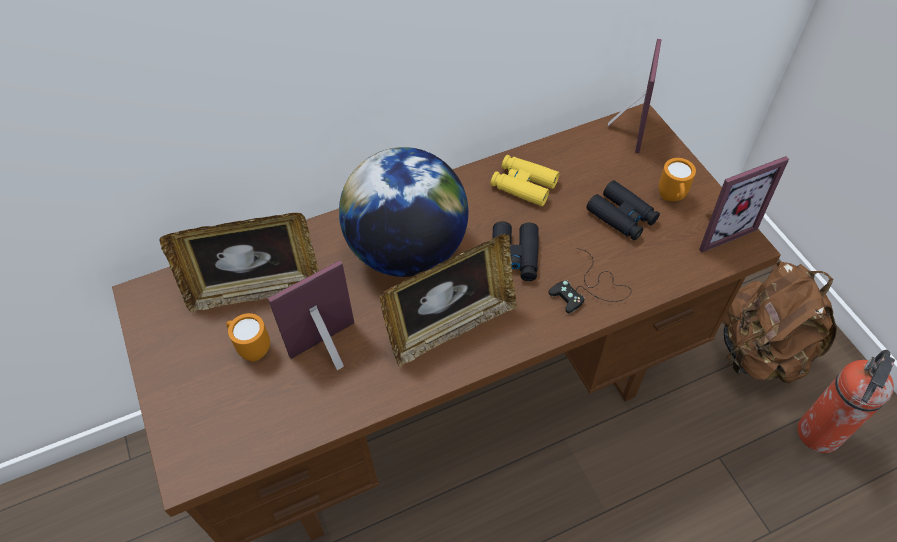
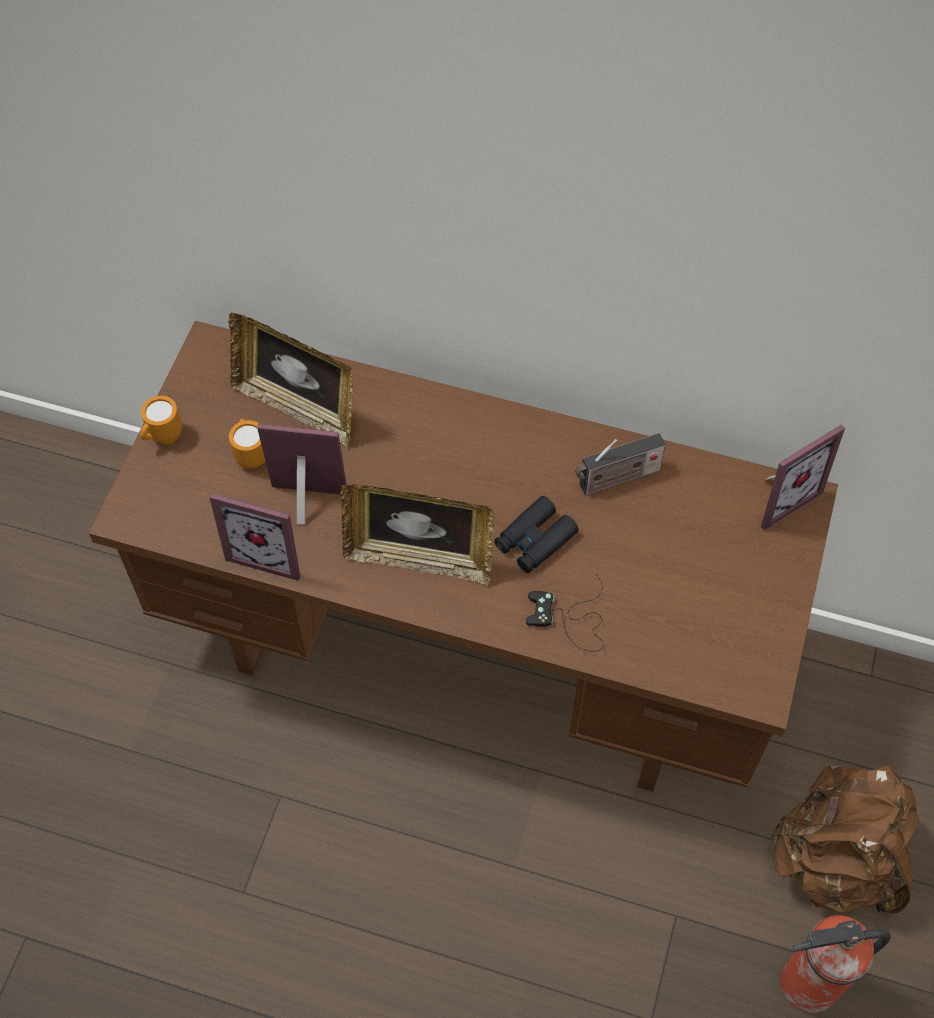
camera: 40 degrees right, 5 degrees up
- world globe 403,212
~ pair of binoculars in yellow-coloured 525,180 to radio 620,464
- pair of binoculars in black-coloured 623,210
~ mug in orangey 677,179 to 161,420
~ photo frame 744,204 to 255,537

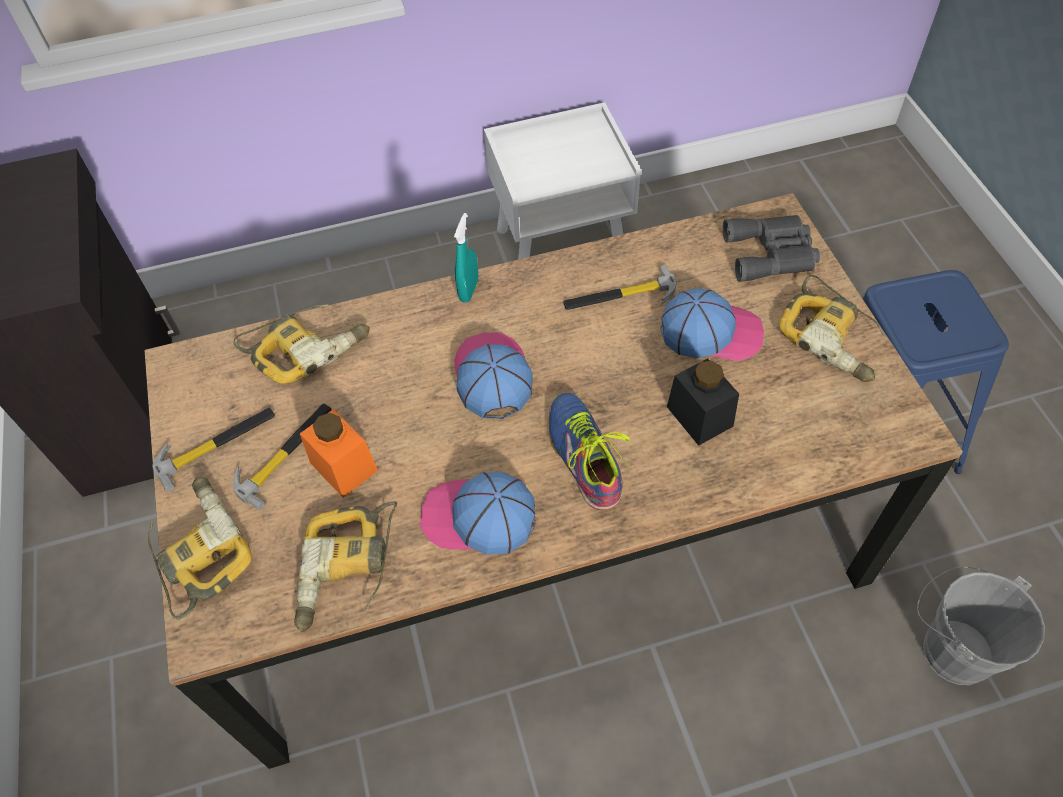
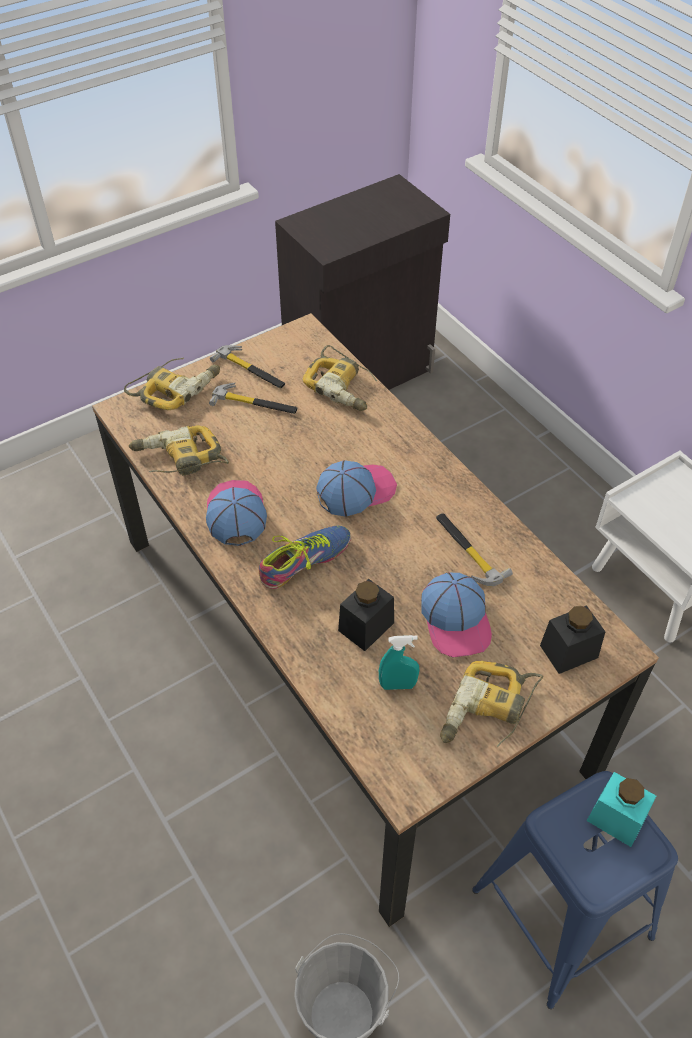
camera: 70 degrees right, 5 degrees down
- storage jar in orangey 339,453
~ hand sprayer in blue-green 466,258 to 399,662
~ pair of binoculars in gray 771,248 to storage jar in black-coloured 572,639
+ storage jar in blue-green 621,809

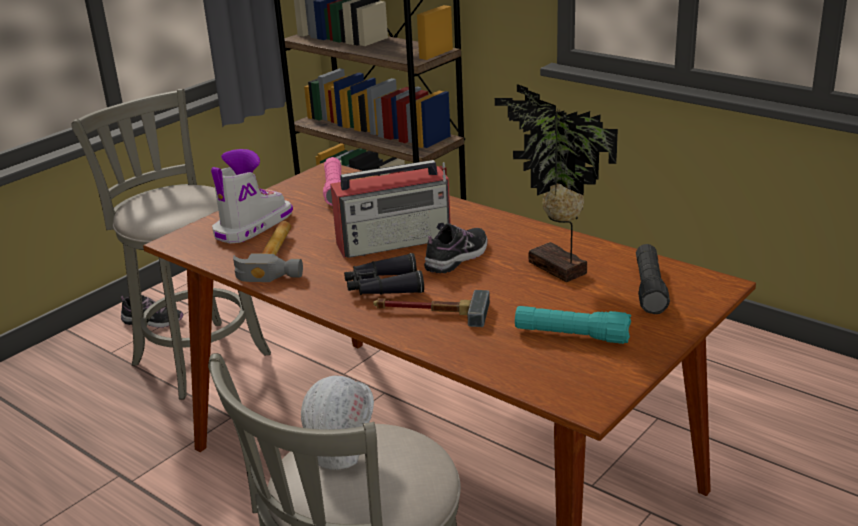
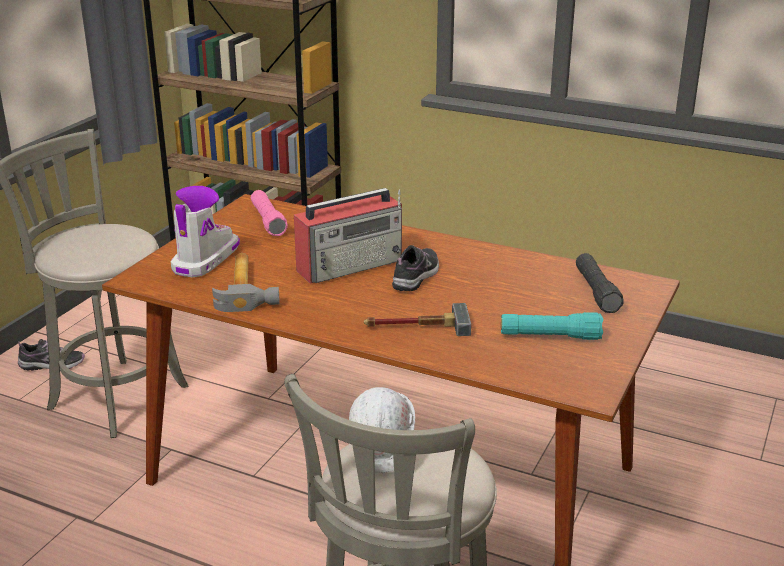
camera: 15 degrees left, 0 degrees up
- pair of binoculars in black-coloured 384,274
- potted plant 556,183

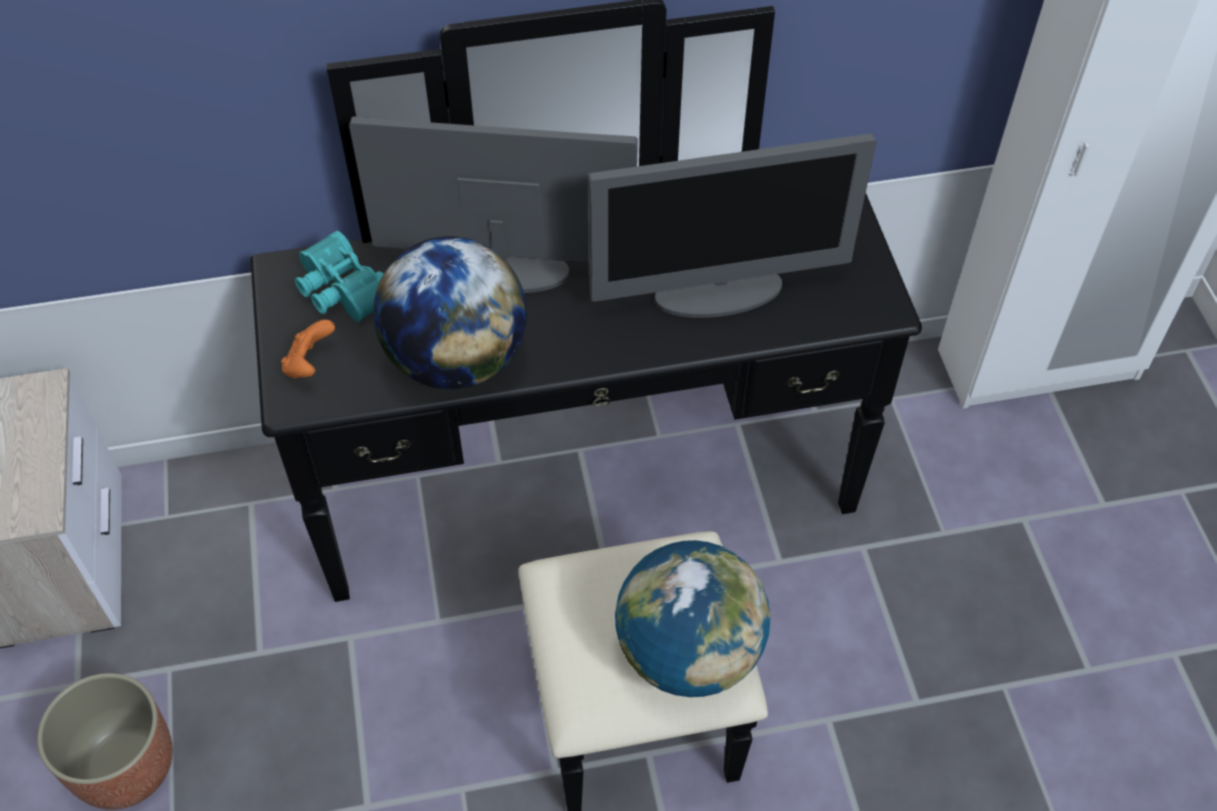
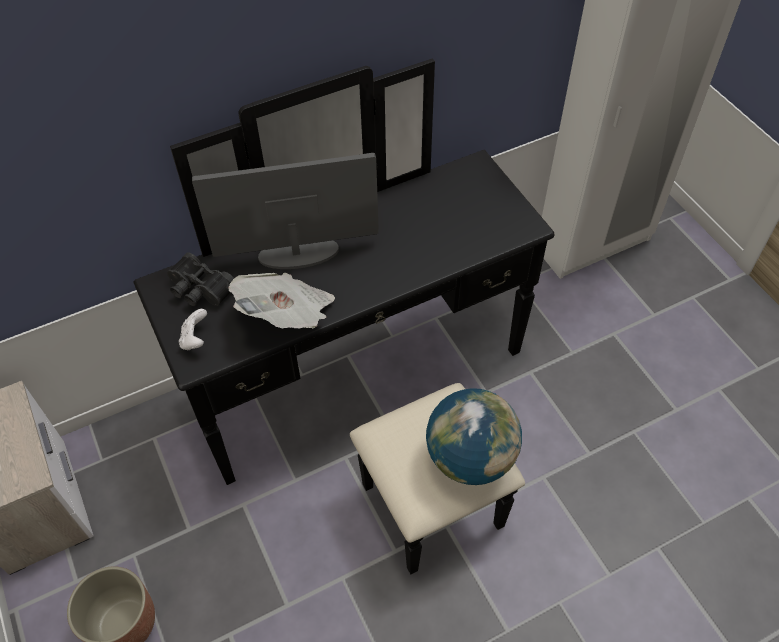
camera: 15 degrees left, 0 degrees up
~ gamepad in orangey 308,349 to gamepad in whitish 193,329
~ pair of binoculars in blue-green 339,276 to pair of binoculars in black-coloured 200,279
~ world globe 450,312 to printed paper 281,301
- computer screen 732,226

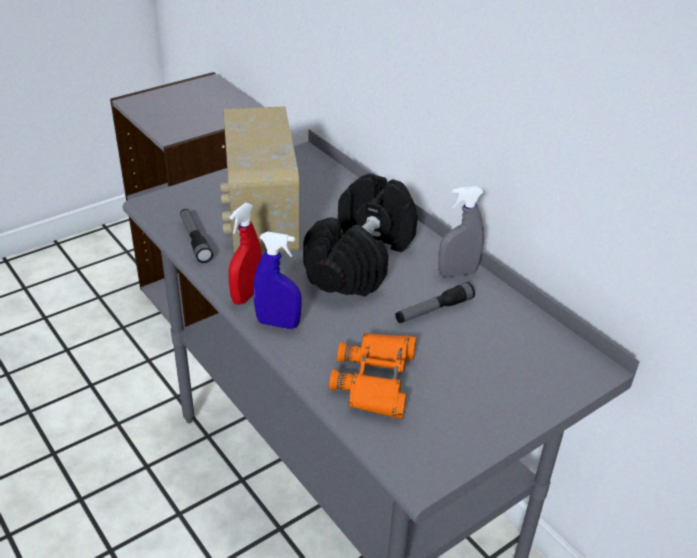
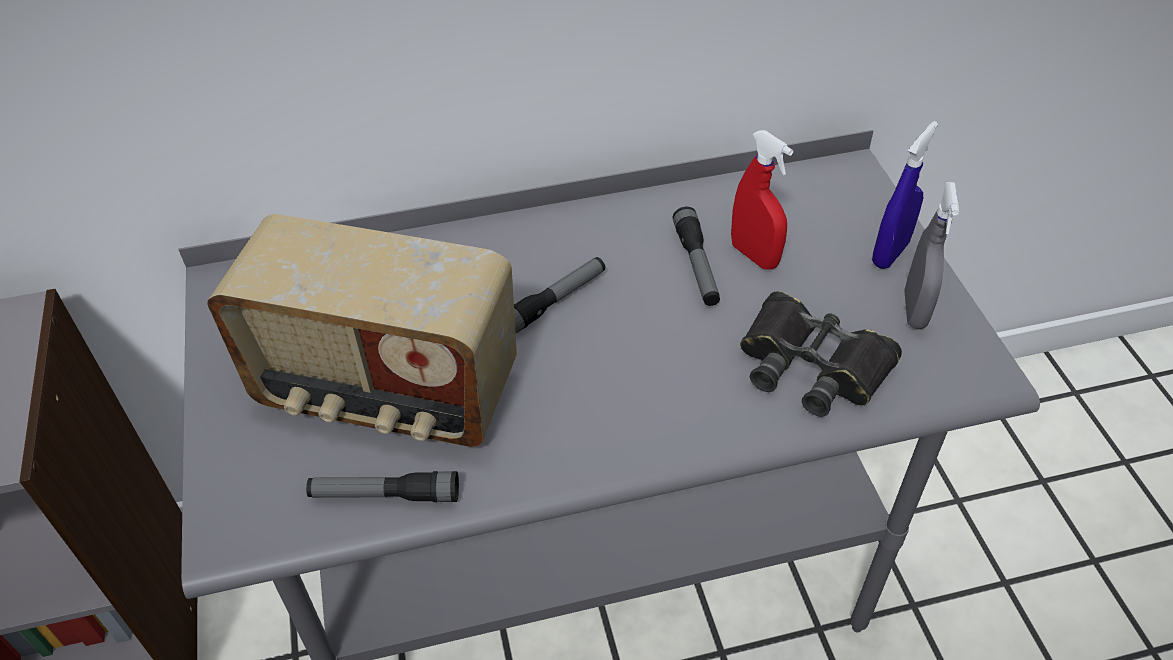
camera: 65 degrees left, 10 degrees up
~ hand sprayer in reddish 245,253 to 762,200
~ hand sprayer in blue 277,280 to 905,195
~ dumbbell in black-coloured 360,235 to flashlight 559,295
~ pair of binoculars in orangey 372,376 to pair of binoculars in black-coloured 821,354
~ hand sprayer in gray 461,231 to 932,255

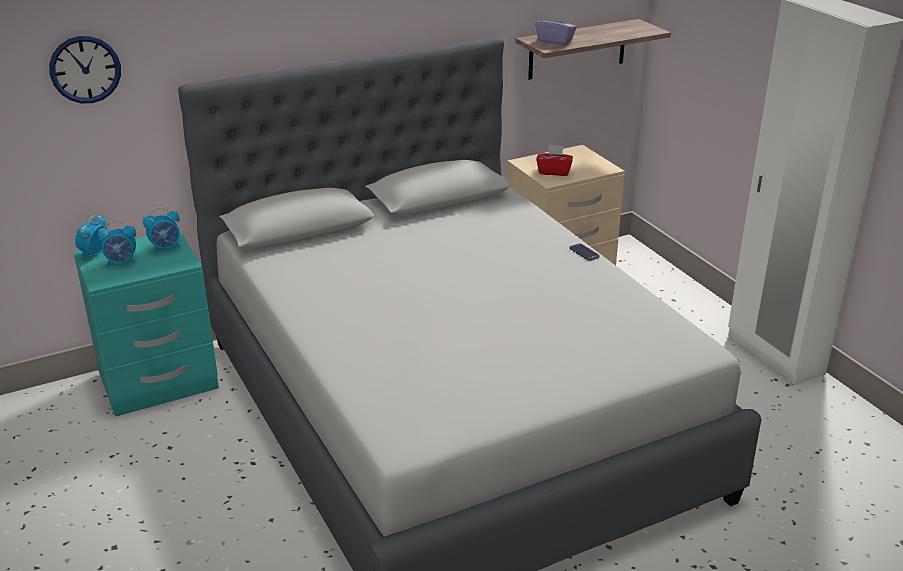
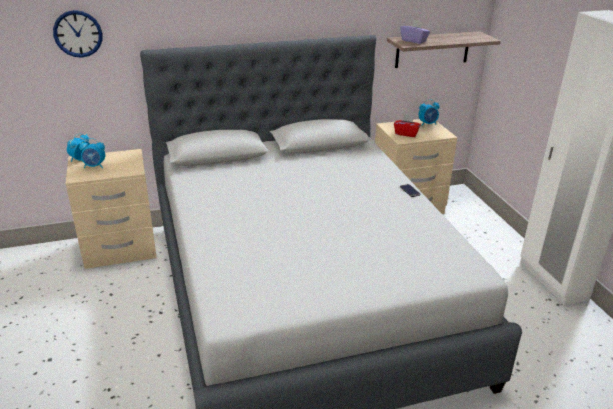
camera: 10 degrees right, 0 degrees up
~ night table in blue-green 146,323 to night table in beige-coloured 111,209
~ bedside clock 161,230 to 429,112

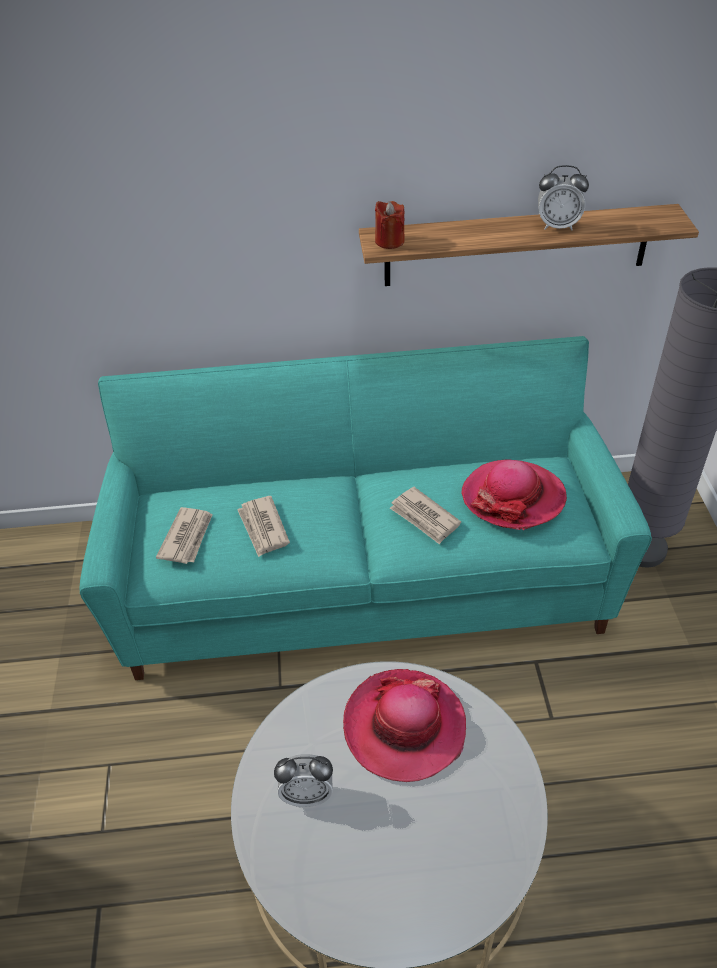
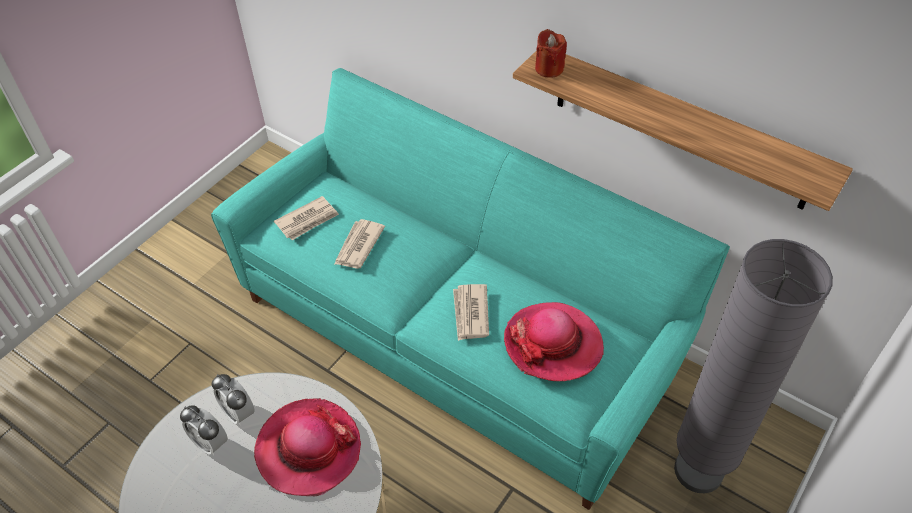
camera: 40 degrees right, 5 degrees up
~ bedside clock 563,197 to 233,399

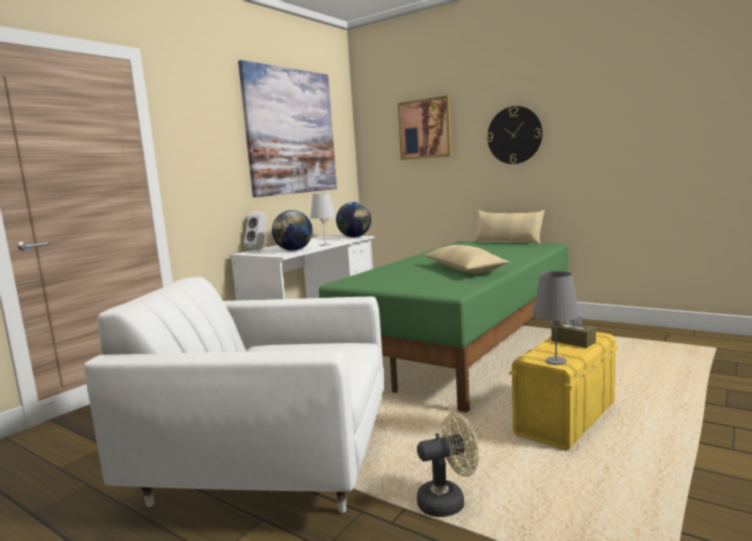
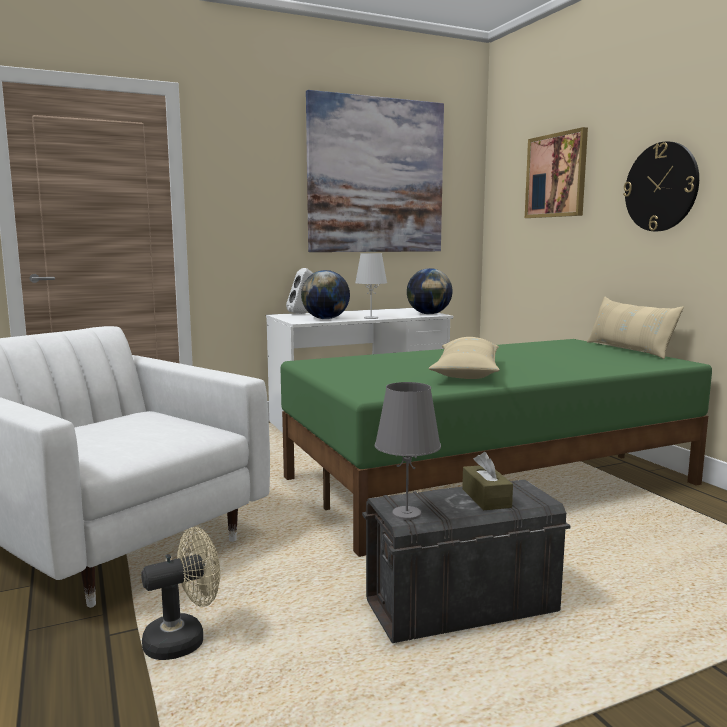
camera: 30 degrees right, 0 degrees up
~ cooling fan in beige-coloured 448,464 = 180,593 45 degrees counterclockwise
~ storage bin in yellow-coloured 564,391 to storage bin in gray 466,561

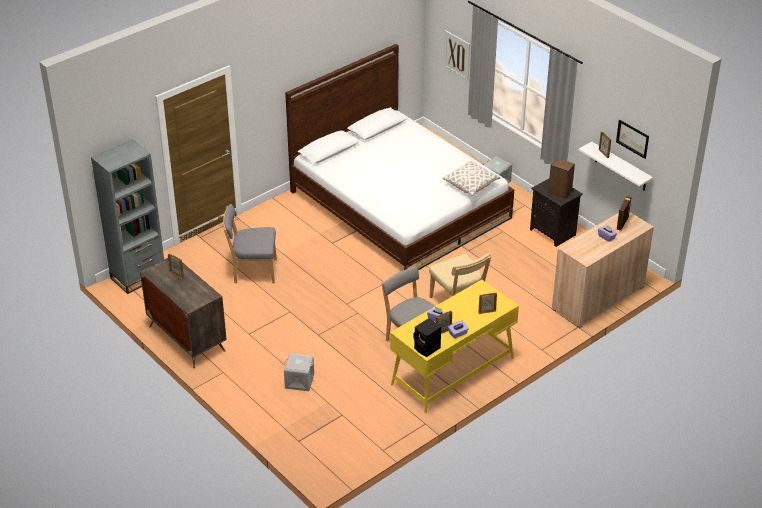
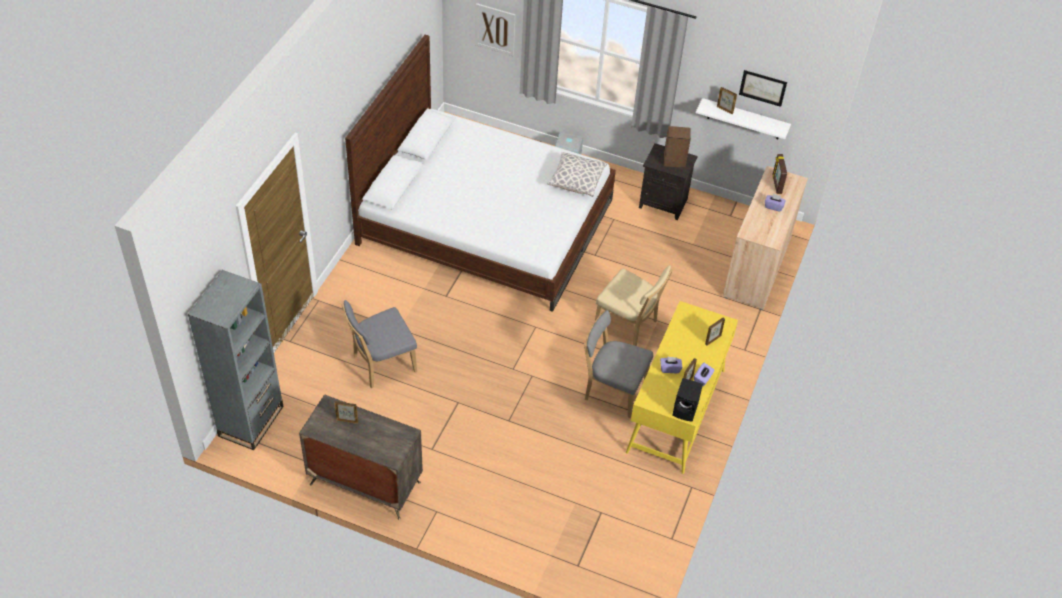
camera: 30 degrees left, 10 degrees up
- storage bin in gray 299,372

